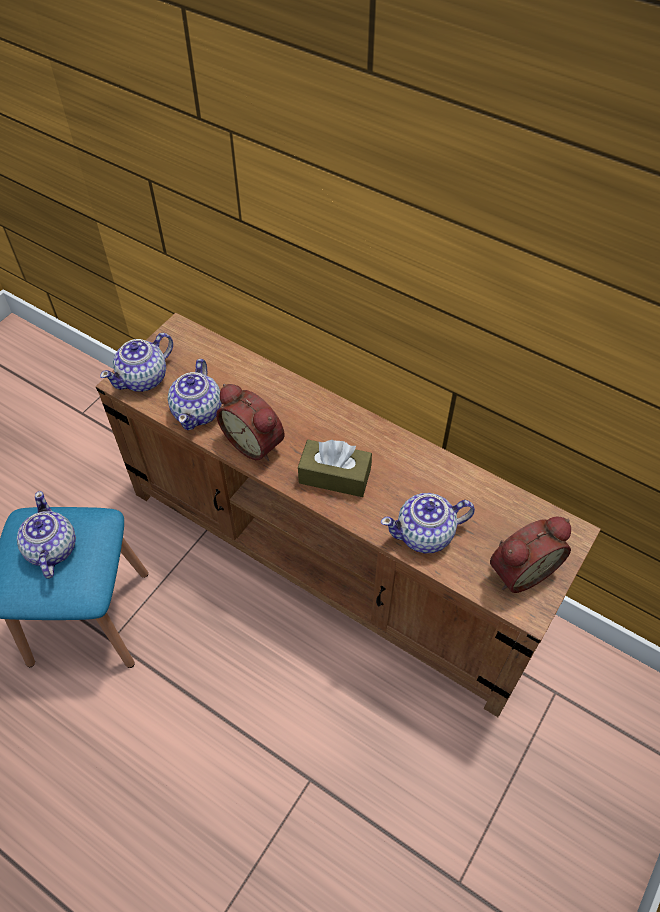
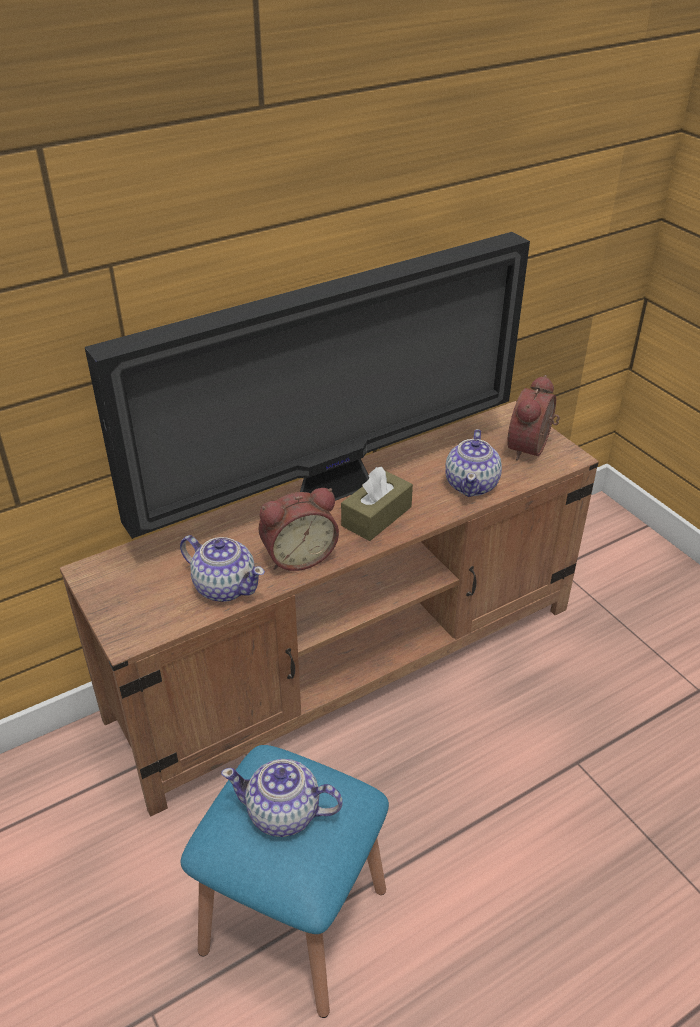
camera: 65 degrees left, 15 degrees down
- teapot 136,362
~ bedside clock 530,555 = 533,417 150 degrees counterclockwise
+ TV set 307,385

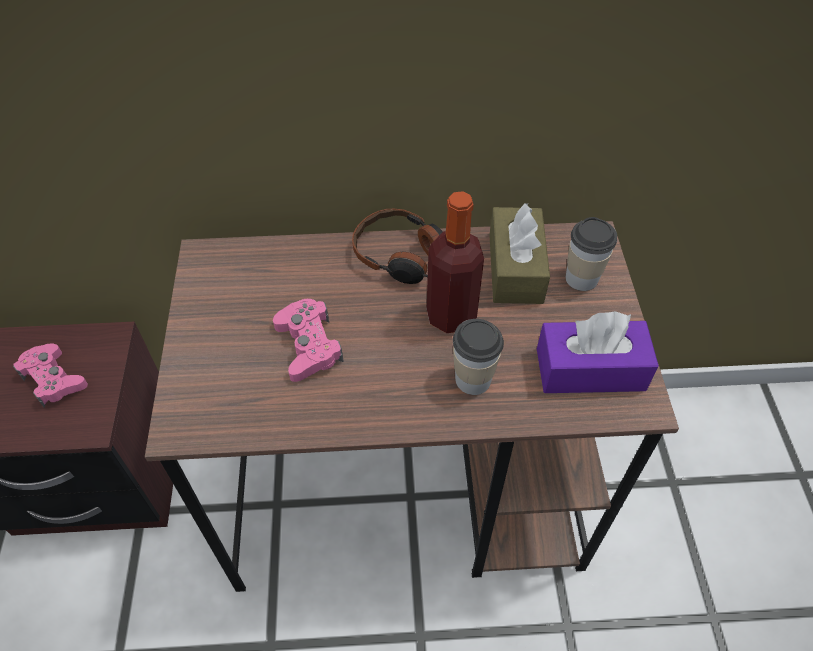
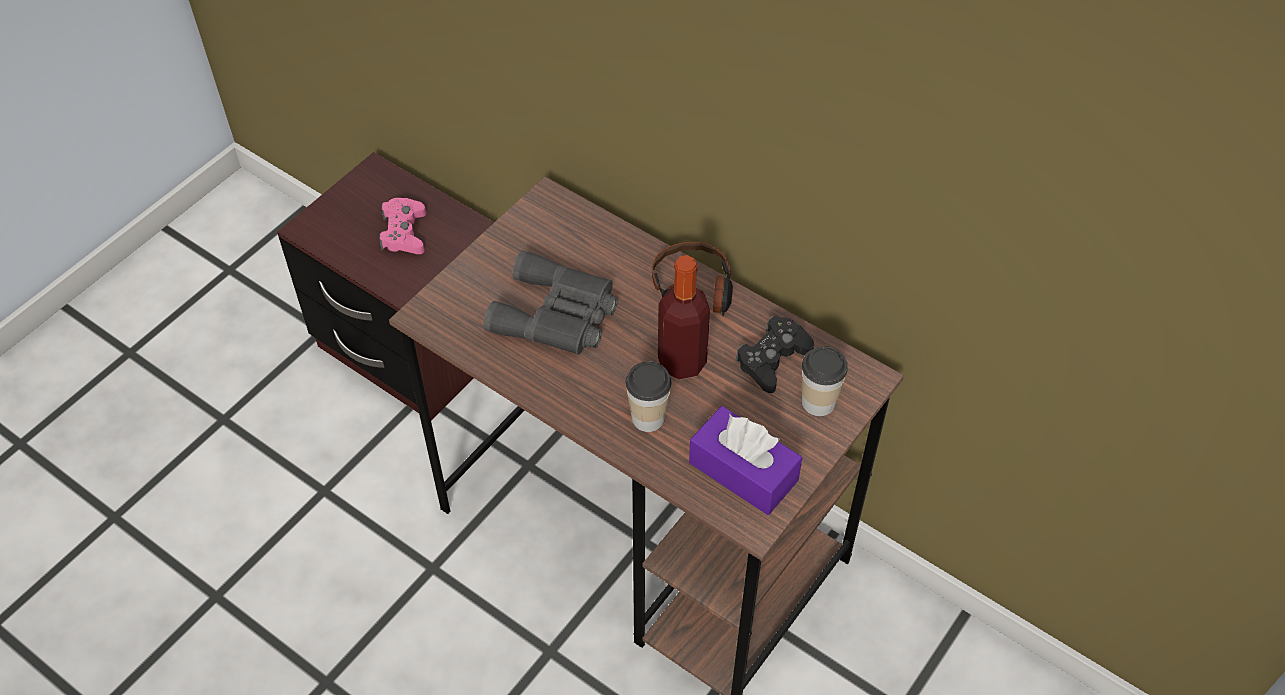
camera: 40 degrees right, 0 degrees up
~ gamepad in pink-coloured 308,340 to pair of binoculars in gray 551,302
~ box of tissues in brownish 519,253 to gamepad in black-coloured 775,354

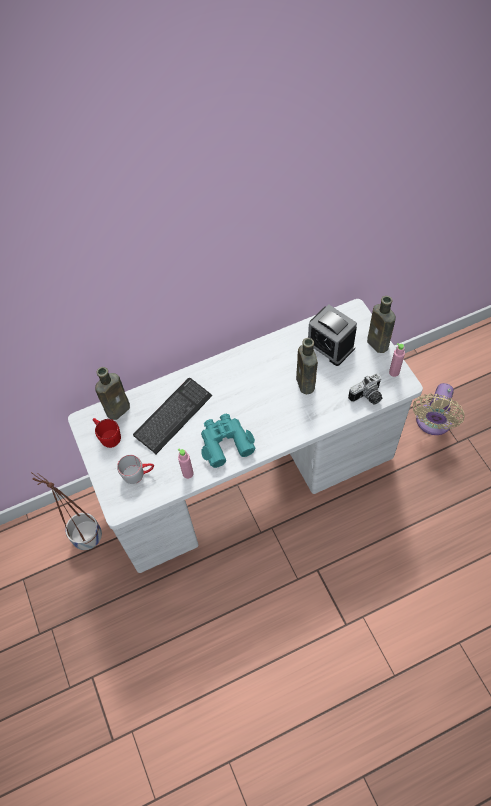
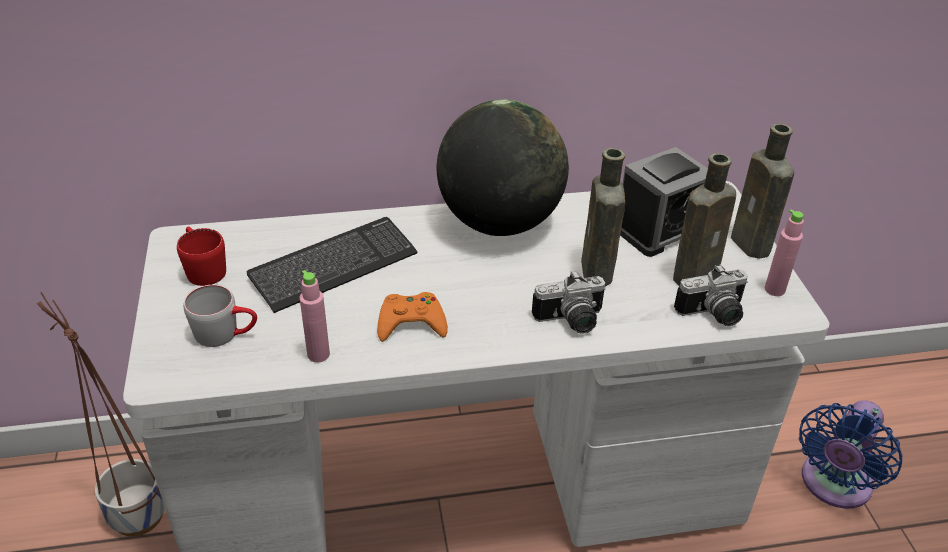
camera: 10 degrees right, 20 degrees down
~ beverage bottle in brownish 112,393 to 704,219
~ pair of binoculars in blue-green 228,441 to gamepad in orangey 412,317
~ bedside clock 332,335 = 664,202 90 degrees counterclockwise
~ cooling fan in beige-coloured 438,409 to cooling fan in blue 850,454
+ world globe 503,167
+ photo camera 568,302

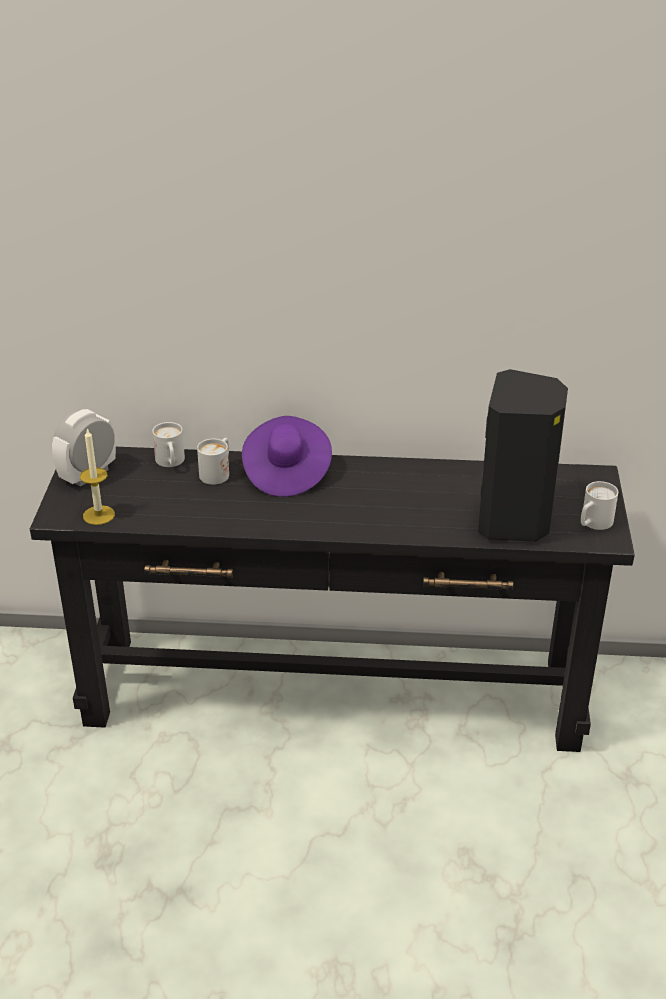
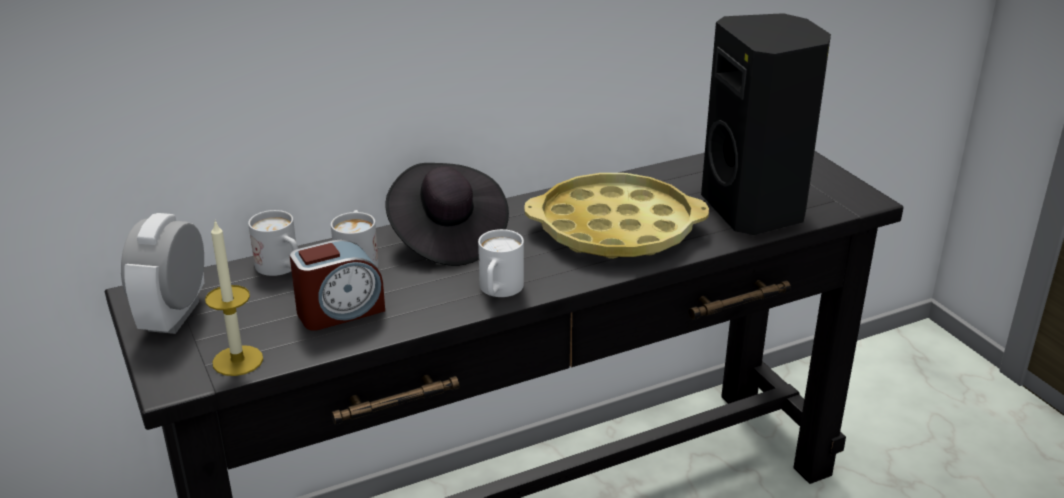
camera: 30 degrees left, 5 degrees down
~ clothing hat in purple 287,456 to clothing hat in black-coloured 447,214
~ mug in whitish 599,505 to 501,263
+ bedside clock 337,285
+ carrying tray in yellow-coloured 616,216

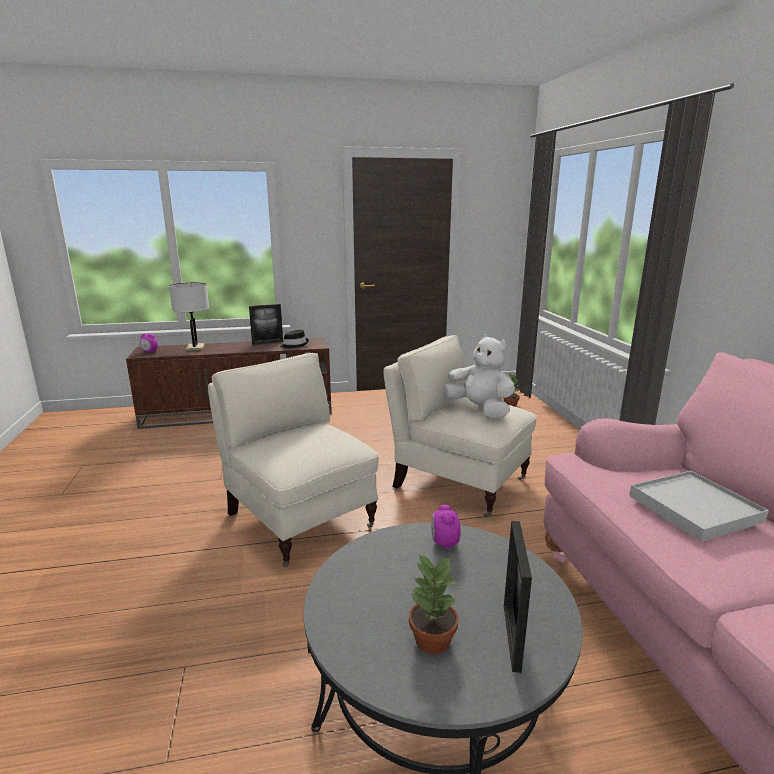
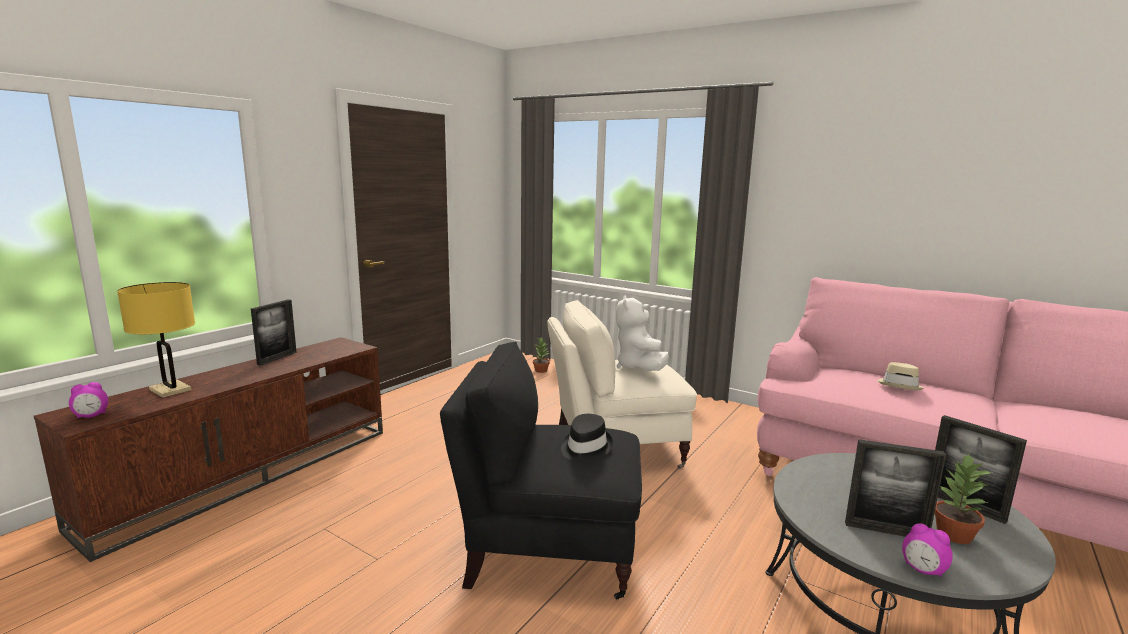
camera: 45 degrees left, 5 degrees down
~ lamp for a table in whitish 189,317 to lamp for a table in yellow-coloured 156,340
~ lounge chair in beige-coloured 293,460 to lounge chair in black-coloured 541,470
~ clothing hat in black-coloured 294,339 to 587,438
~ bedside clock 446,527 to 927,550
~ plush toy in whitish 479,376 = 642,333 90 degrees counterclockwise
~ carrying tray in whitish 699,506 to clothing hat in beige-coloured 900,376
+ photo frame 895,488

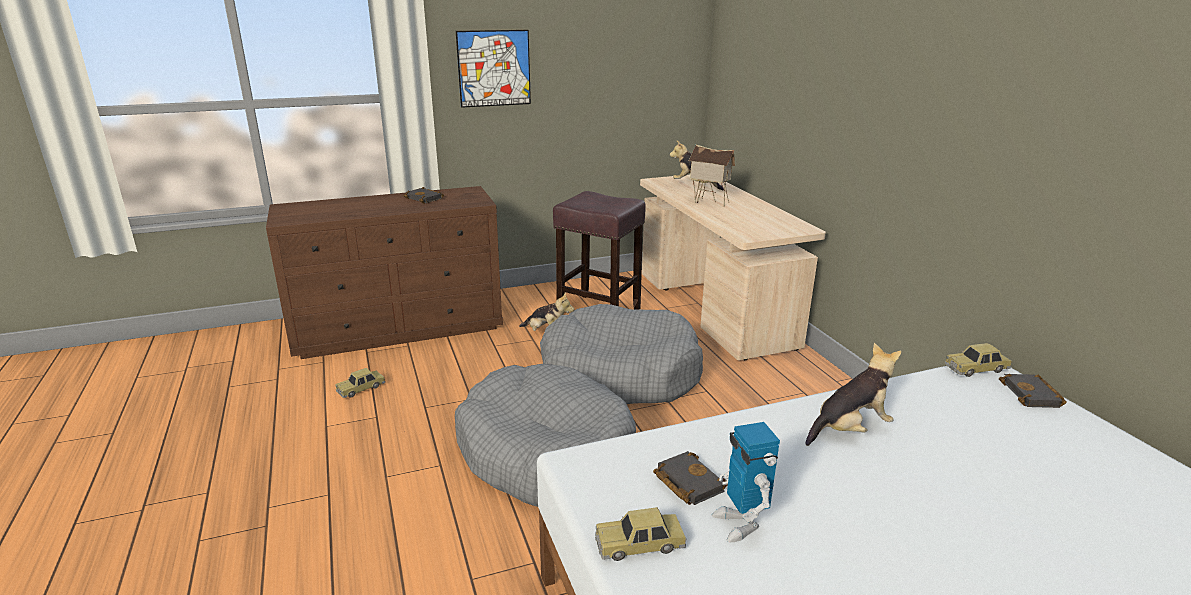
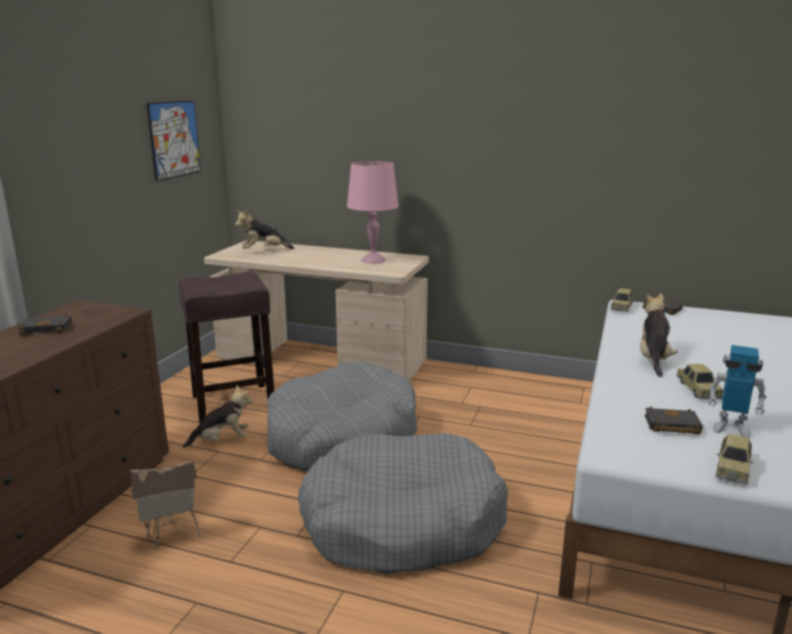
camera: 50 degrees left, 5 degrees down
~ model car 360,383 to 699,381
~ wall art 493,69 to 173,141
~ model house 712,176 to 165,505
+ lamp for a table in pink-coloured 373,212

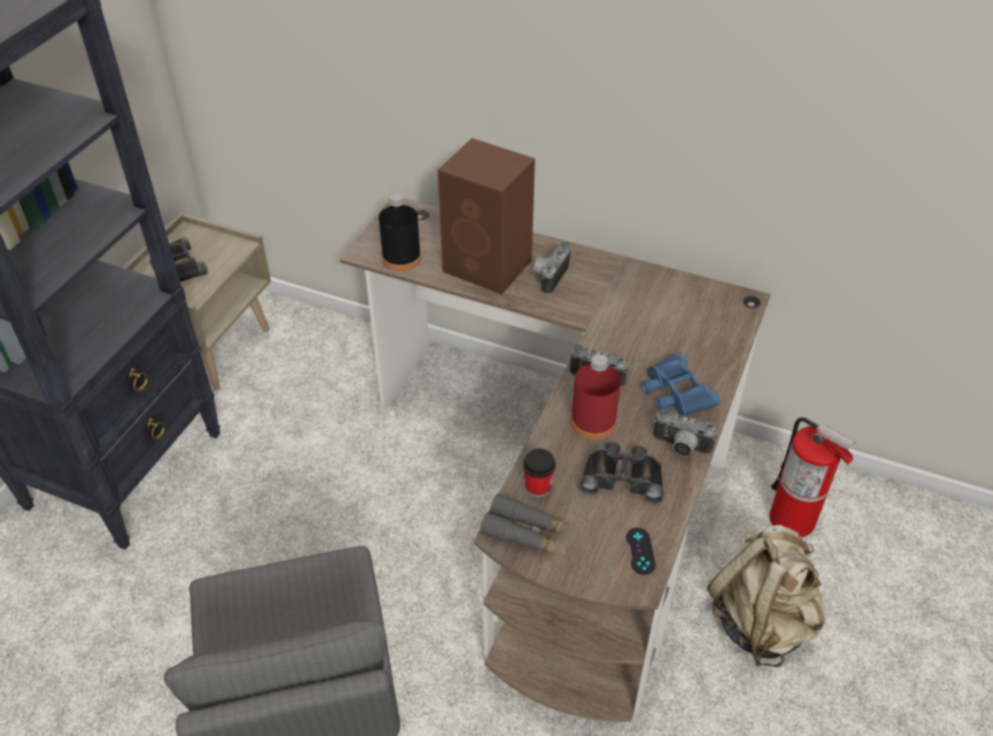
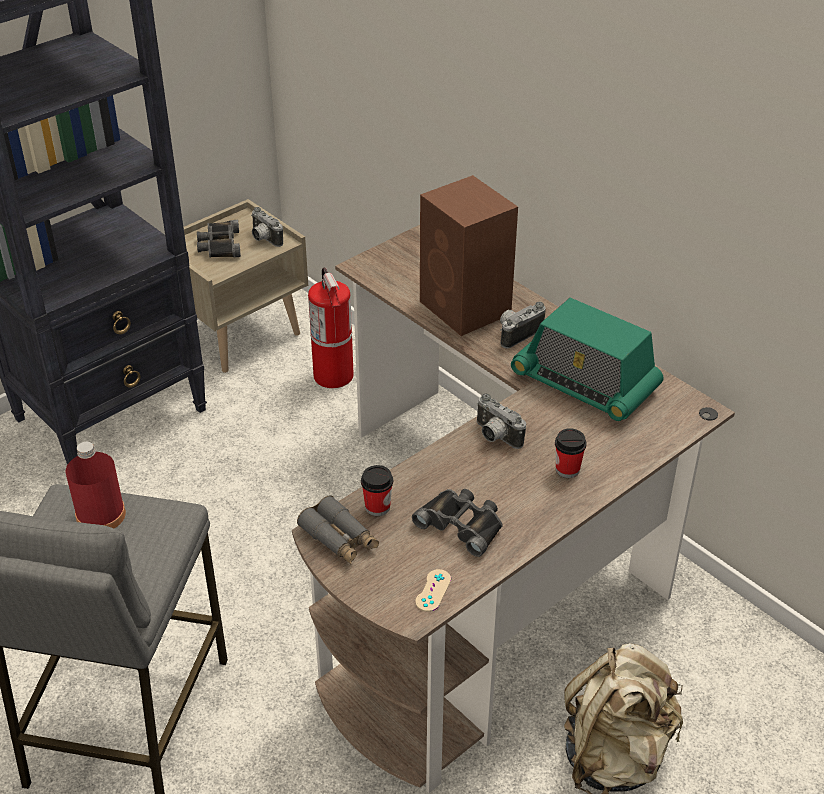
camera: 25 degrees right, 5 degrees down
- beverage bottle in black-coloured 400,232
~ beverage bottle in reddish 595,397 to 96,485
~ gamepad in black-coloured 641,551 to gamepad in beige-coloured 433,590
~ pair of binoculars in blue 681,384 to drinking cup 570,453
~ photo camera 685,432 to 267,227
~ extinguisher 813,477 to 331,327
+ radio 587,359

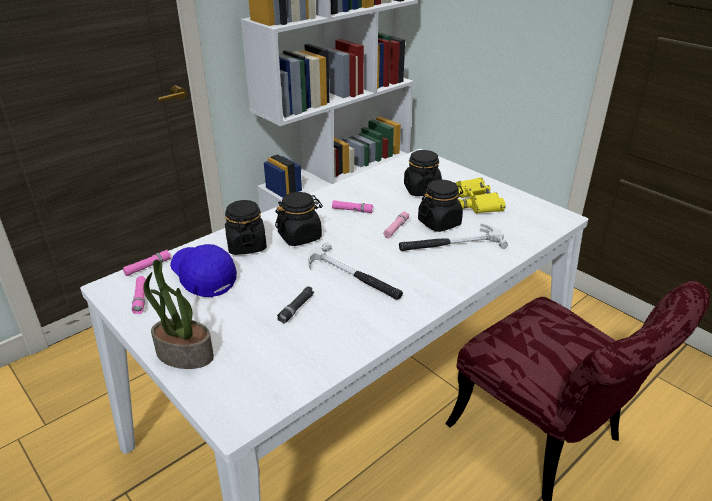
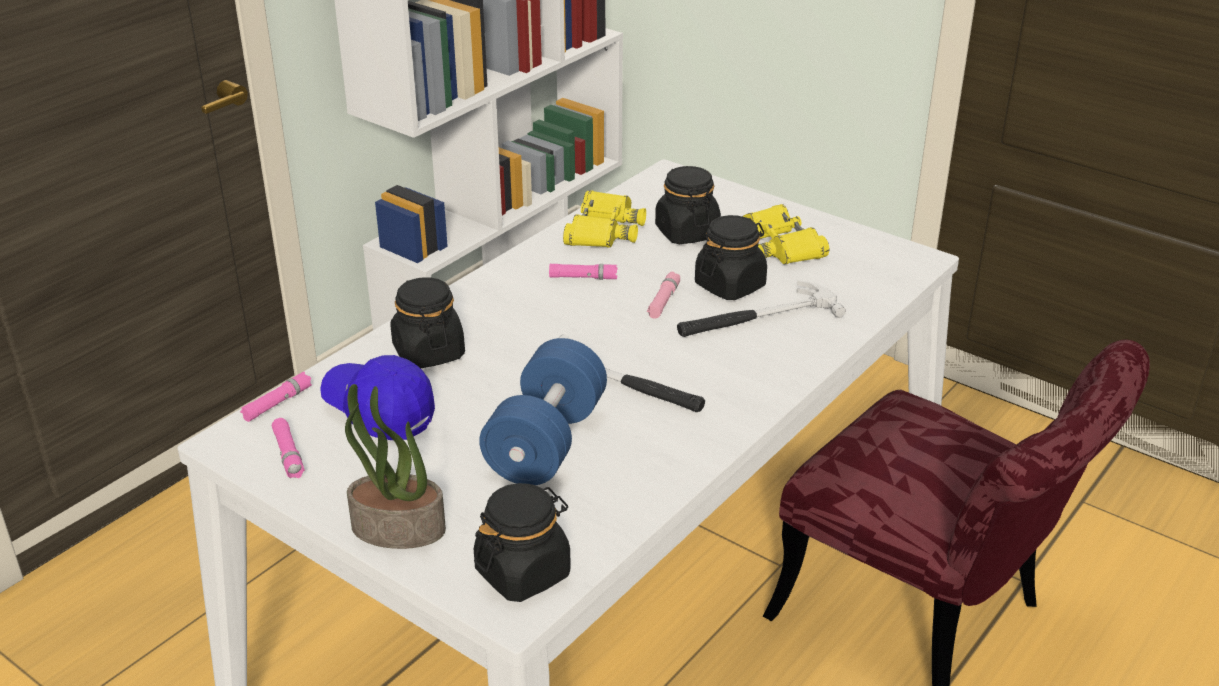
camera: 10 degrees left, 0 degrees up
~ storage jar in black-coloured 299,219 to 522,542
~ flashlight in black-coloured 295,305 to dumbbell in blue 543,411
+ pair of binoculars in yellow-coloured 604,219

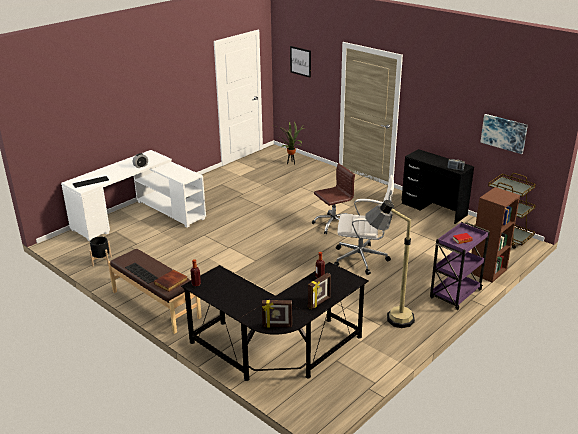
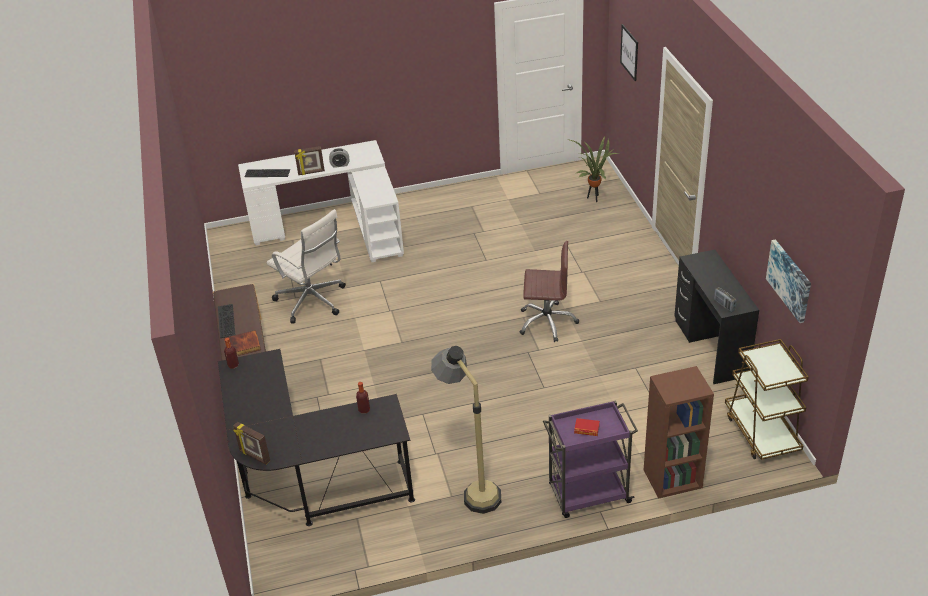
camera: 35 degrees right, 10 degrees up
- plant pot in black-coloured 101,251
~ photo frame 319,291 to 309,160
~ computer chair in whitish 364,225 to 306,266

